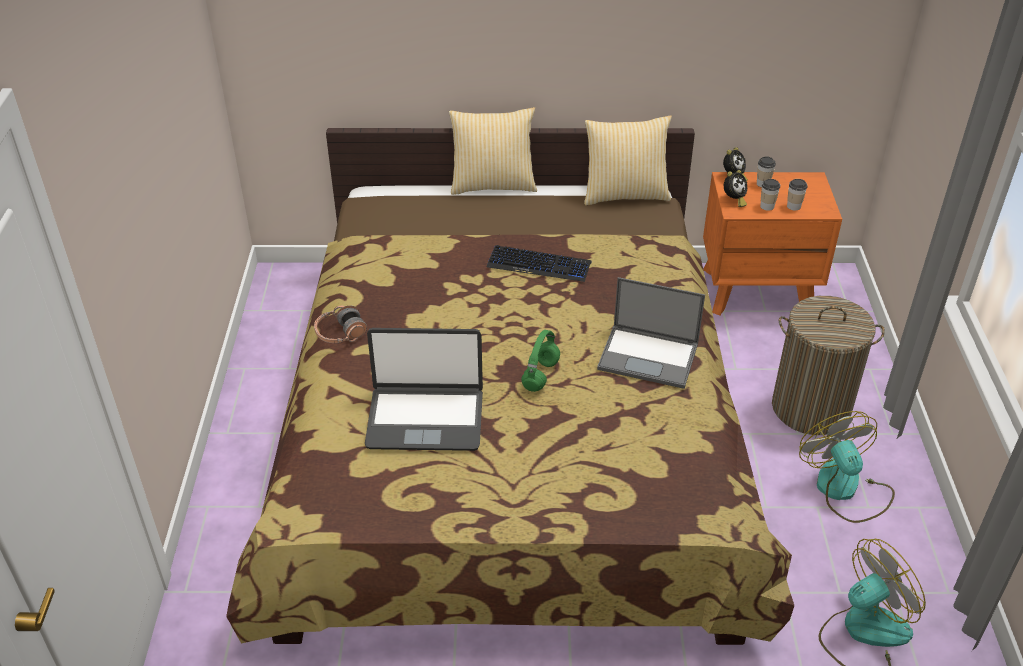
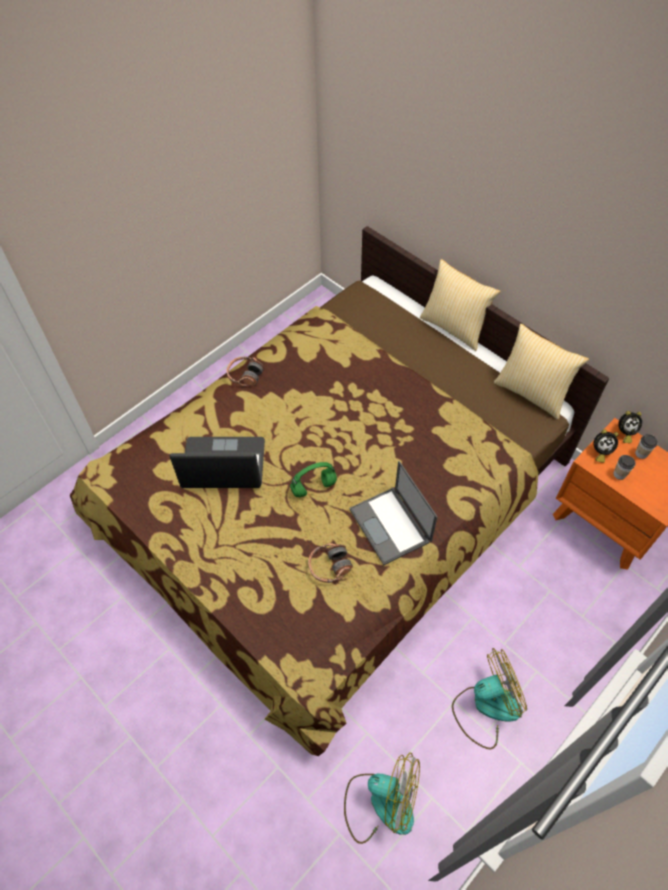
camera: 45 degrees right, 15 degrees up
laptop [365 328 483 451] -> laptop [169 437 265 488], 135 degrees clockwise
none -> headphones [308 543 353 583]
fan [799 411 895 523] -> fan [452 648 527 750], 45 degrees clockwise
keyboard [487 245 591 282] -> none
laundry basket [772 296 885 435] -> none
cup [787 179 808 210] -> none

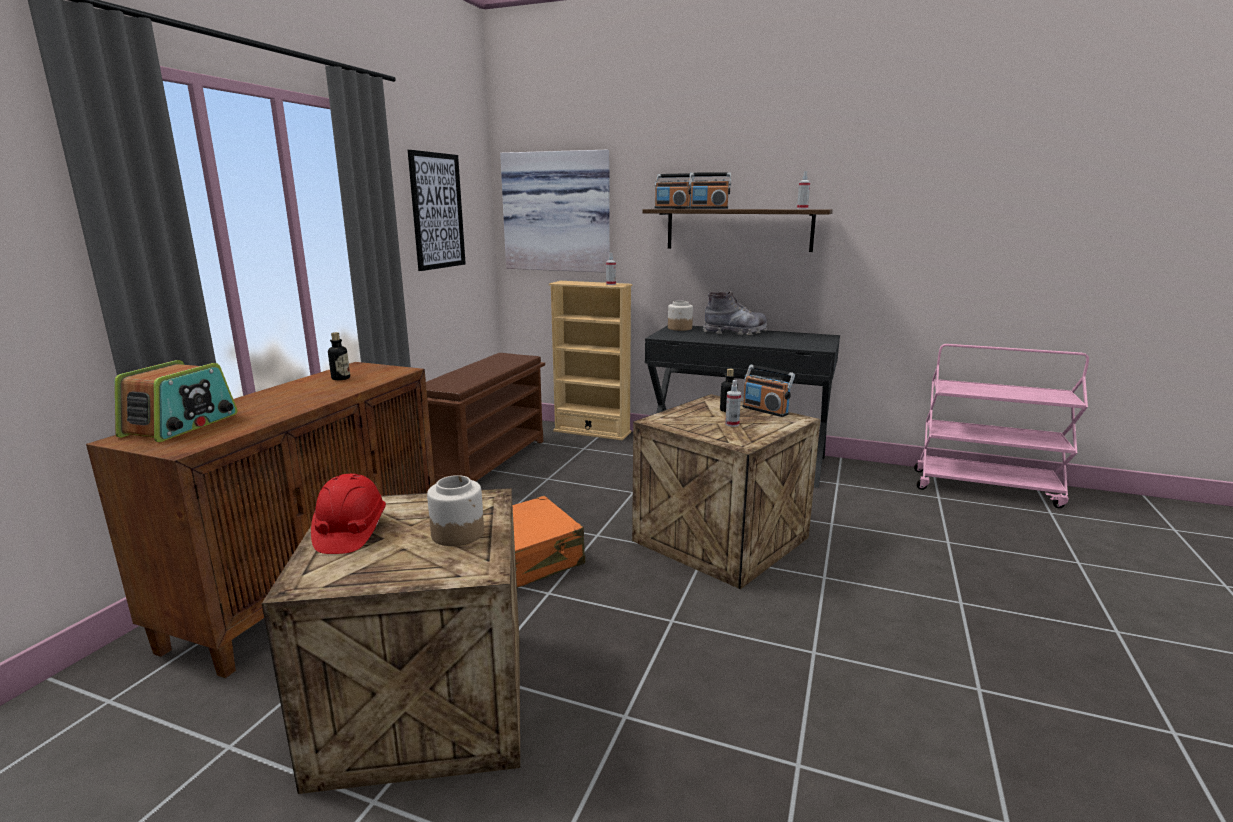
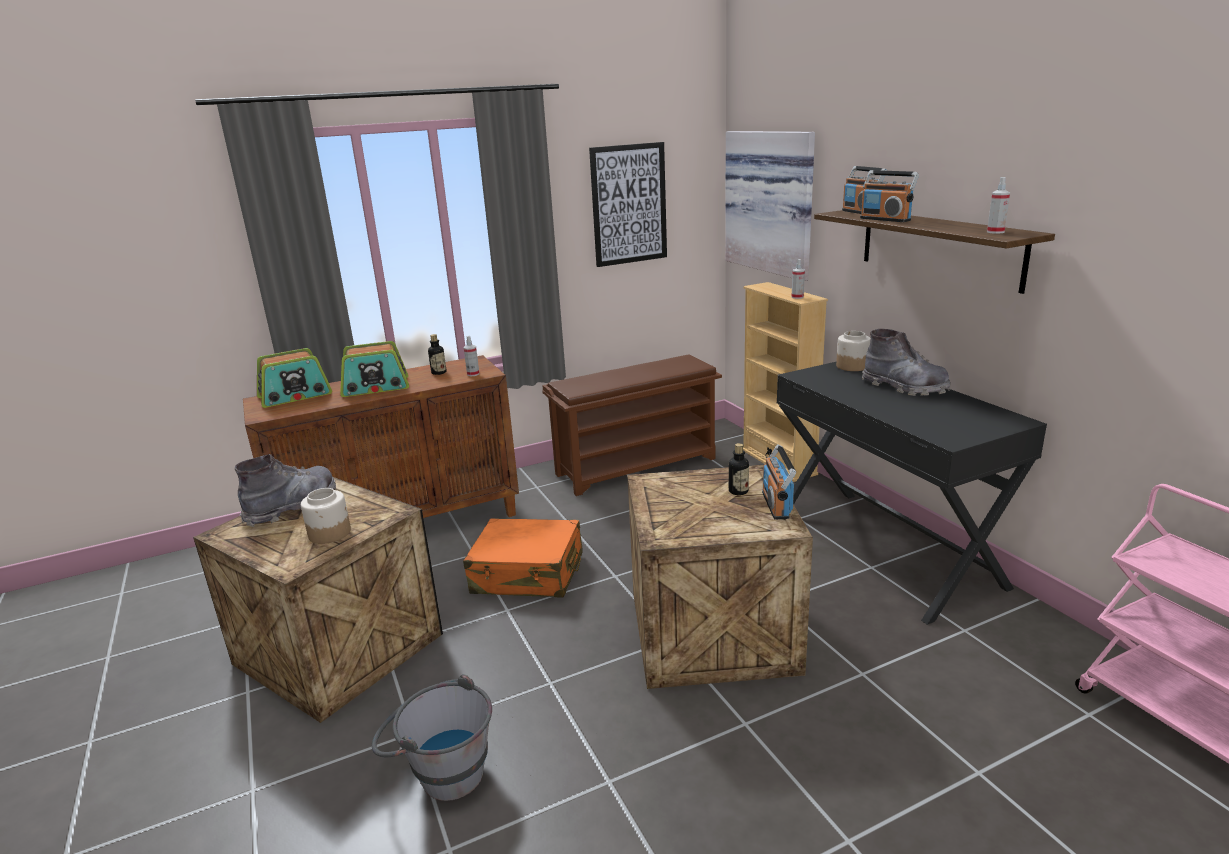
camera: 45 degrees right, 5 degrees up
red hard hat [311 474 386 554] -> grey boot [235 454 336 527]
none -> radio [340 341 409 397]
none -> grey bucket [372 674 492 801]
spray bottle [725 380 741 427] -> spray bottle [463 336 480 376], shifted

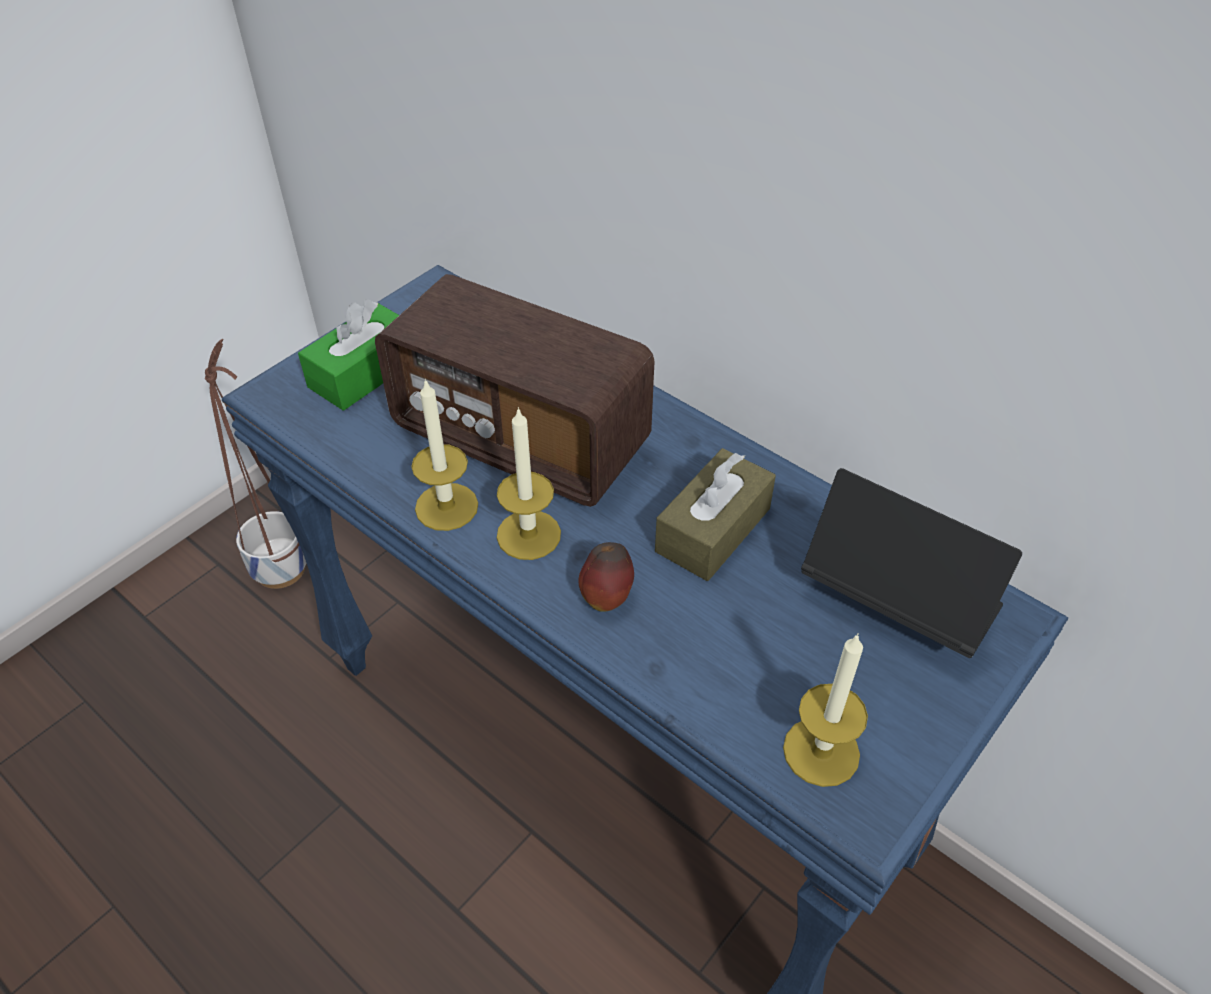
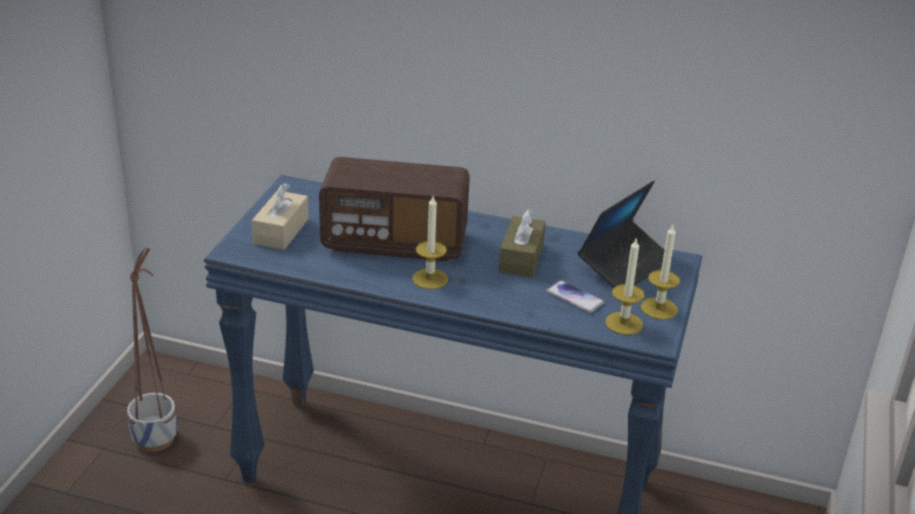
camera: 25 degrees left, 15 degrees down
green tissue box [298 299 399 411] -> beige tissue box [252 183 309 250]
none -> phone [546 280 604 313]
laptop [801 468 1022 658] -> laptop [578 181 673 288], 120 degrees clockwise
candle [411 379 478 531] -> candle [641 225 680 320], shifted
apple [578 542 634 612] -> none

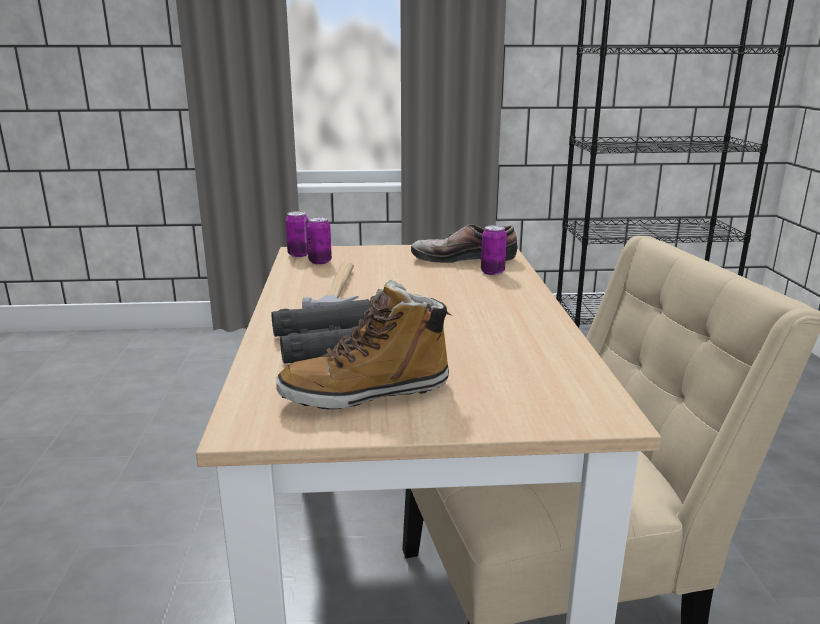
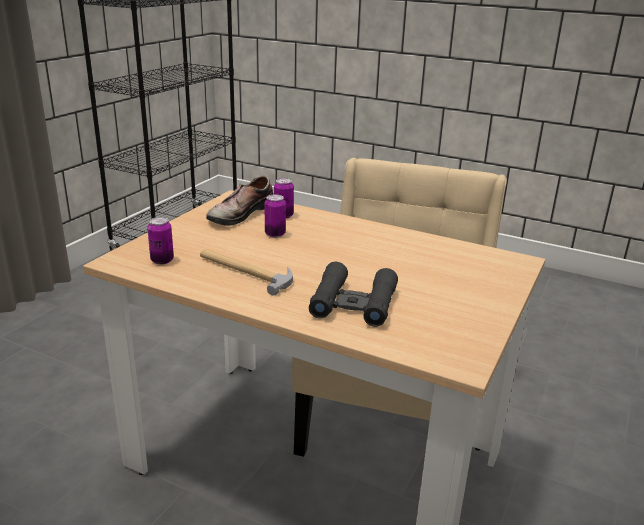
camera: 60 degrees left, 5 degrees up
can [285 211 308 257] -> can [264 195 286 238], shifted
boot [276 280 452 410] -> none

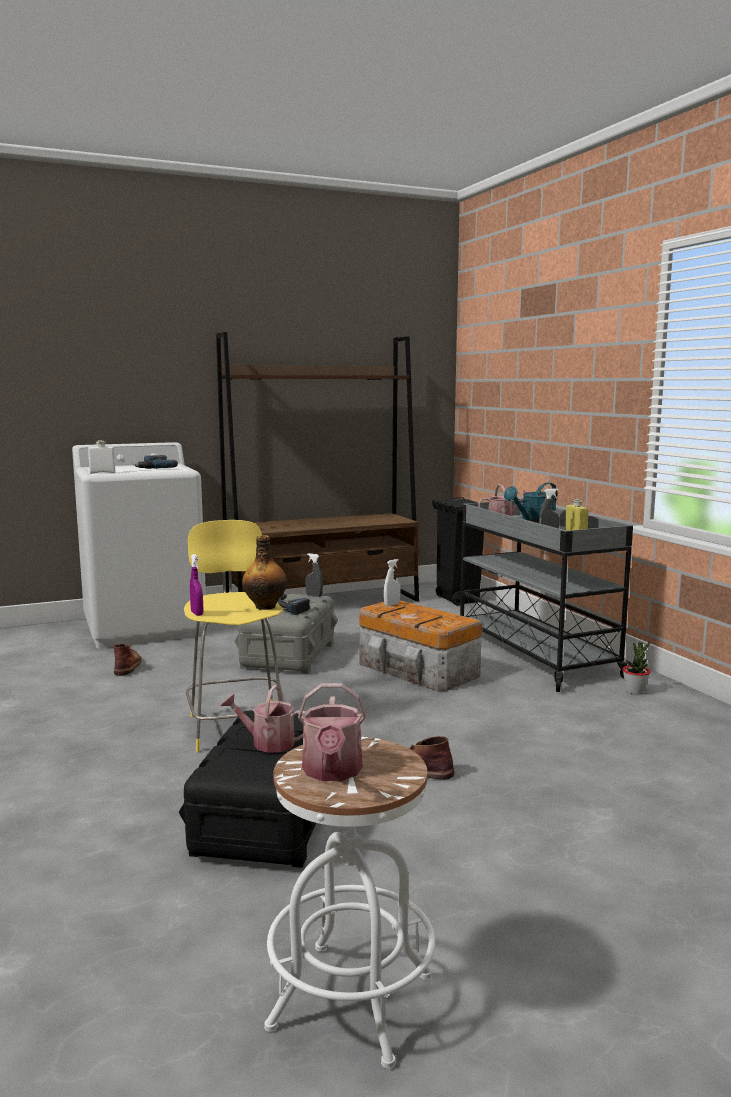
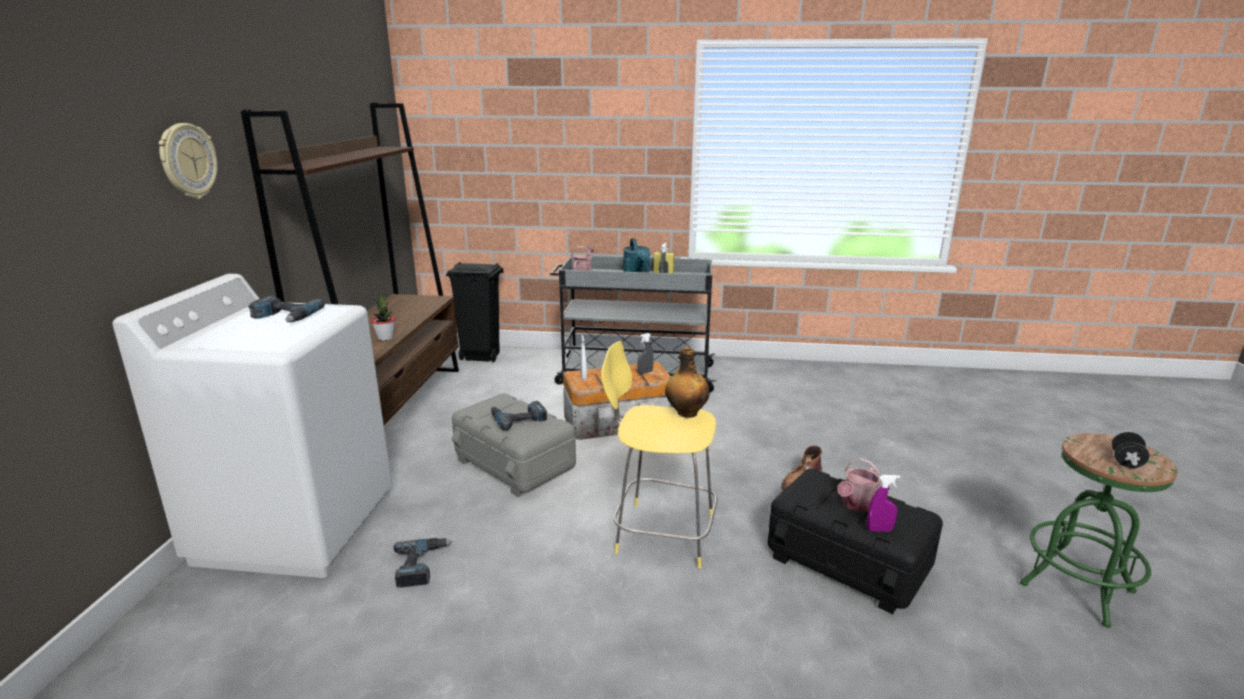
camera: 60 degrees left, 10 degrees up
none -> wall clock [159 123 217 199]
potted plant [623 642 650 695] -> potted plant [371 292 395 341], shifted
brown boot [113 643 142 676] -> power drill [393 538 453 587]
grey spray bottle [305 553 323 597] -> grey spray bottle [638 333 654 374], shifted
purple spray bottle [190 554 203 616] -> purple spray bottle [867 475 900 532], shifted
white stool [264 737 435 1069] -> green stool [1020 433 1178 628]
watering can [298 683 366 781] -> black dumbbell [1112 432 1149 468]
white bottle [88 440 115 474] -> none

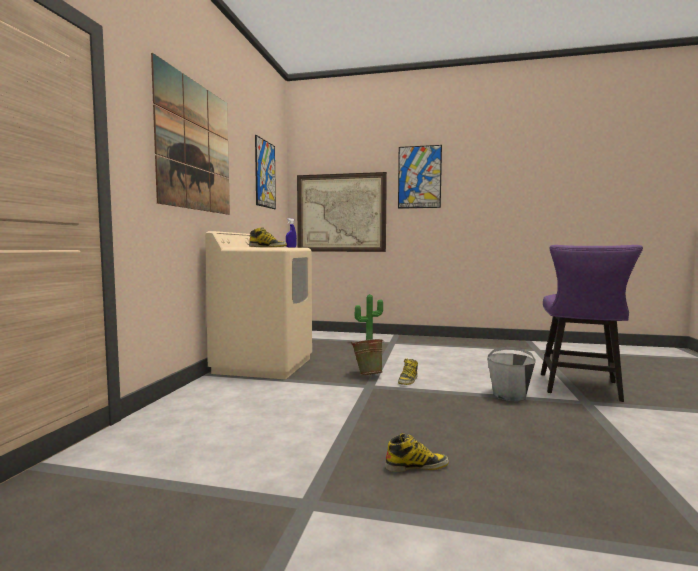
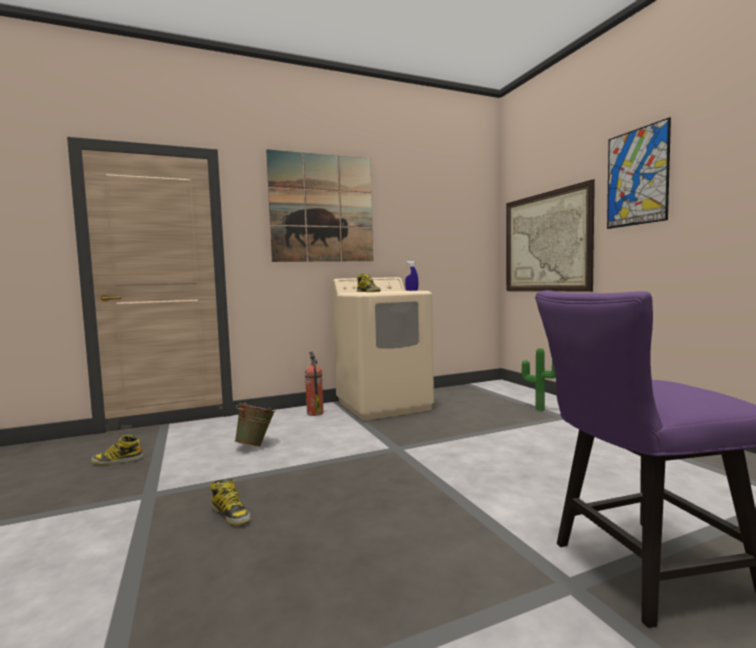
camera: 55 degrees right, 0 degrees up
boot [398 359 418 385] -> boot [91 435 143 465], shifted
green bucket [351 339 383 375] -> green bucket [235 402 276 447], shifted
none -> fire extinguisher [305 351 324 416]
picture [255 135 276 209] -> none
grey bucket [487 347 536 401] -> none

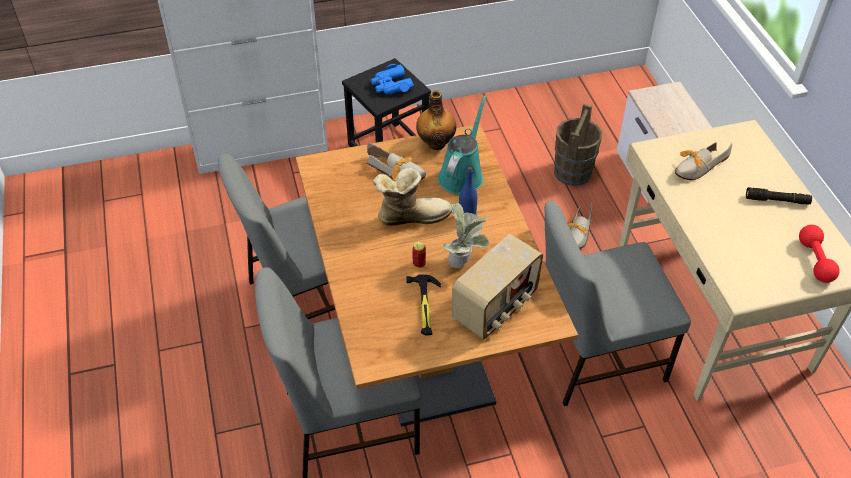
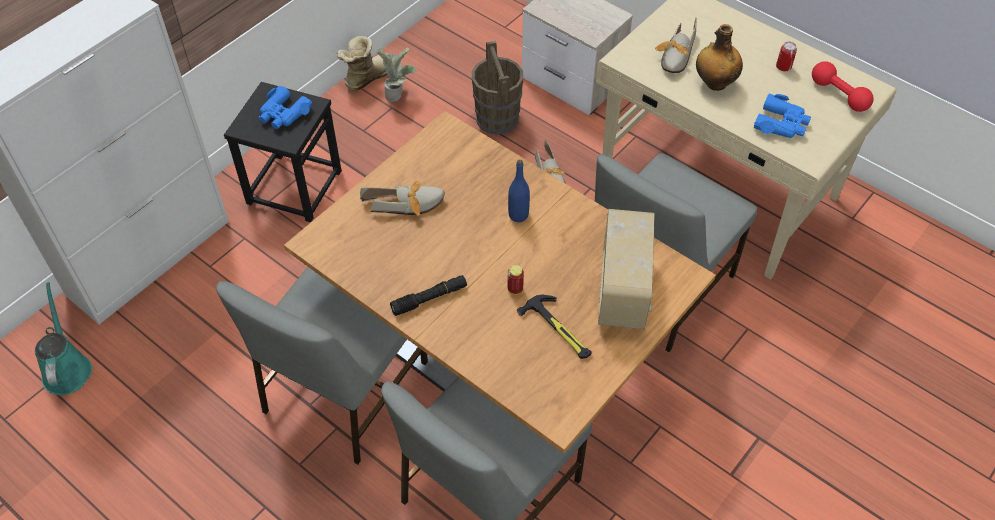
camera: 35 degrees left, 5 degrees up
turquoise watering can [438 95 487 195] -> turquoise watering can [35 282 92 395], shifted
boot [373 168 452 226] -> boot [337 36 388 91], shifted
potted plant [442 203 490 268] -> potted plant [376 47 417 102], shifted
black flashlight [746 187 812 205] -> black flashlight [390 275 467 316], shifted
bottle [416 90 456 150] -> bottle [696 24 743 91], shifted
none -> blue binoculars [754 93 811 138]
none -> can [776 41 797 71]

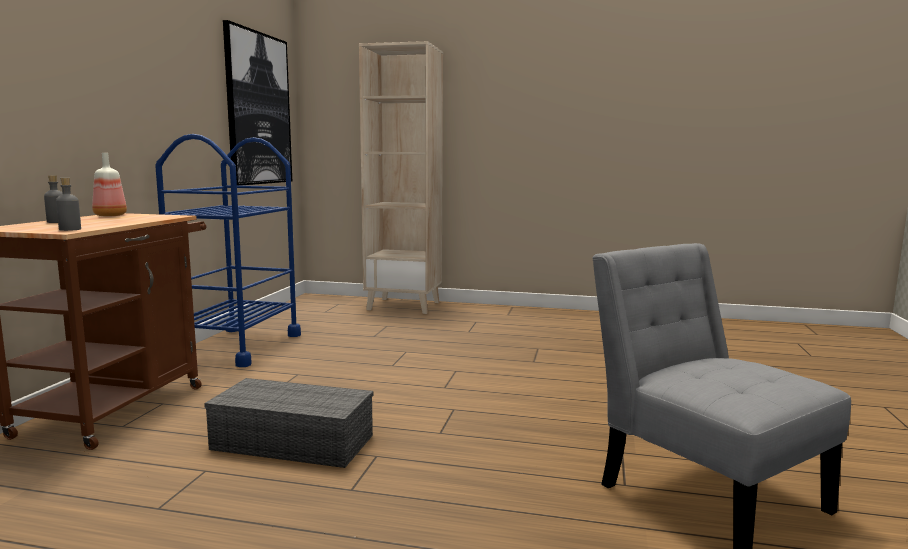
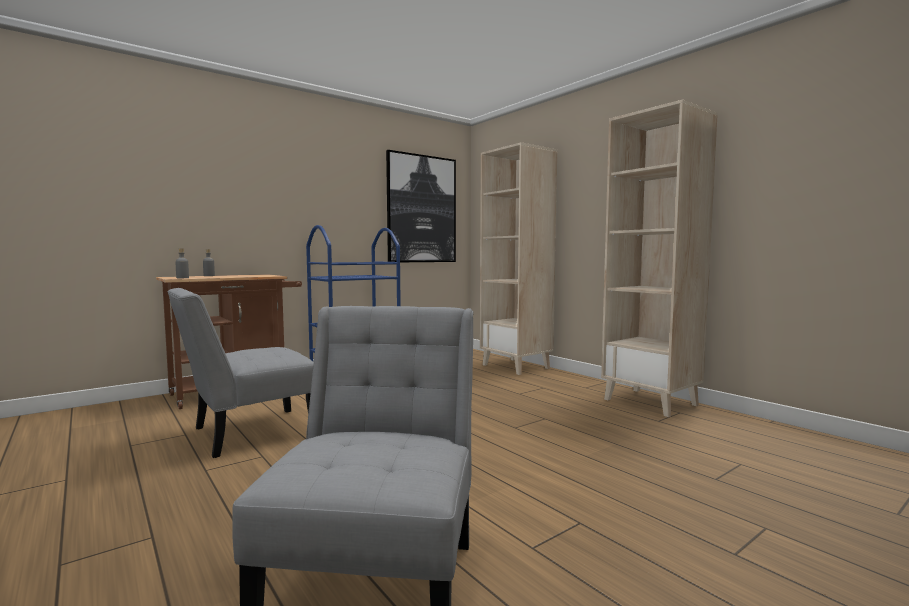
camera: 40 degrees right, 5 degrees down
grey storage box [204 378 373 468] -> grey chair [168 288 314 458]
none -> beige bookcase [601 99 718 417]
bottle [92 153 127 216] -> none

